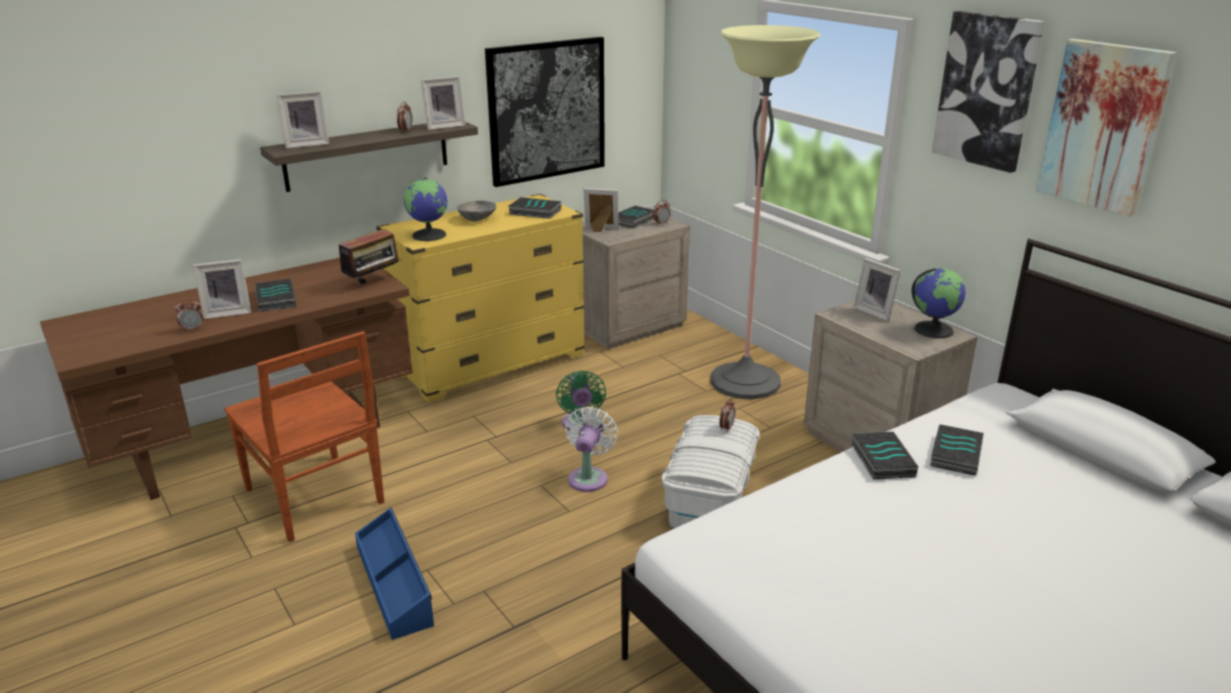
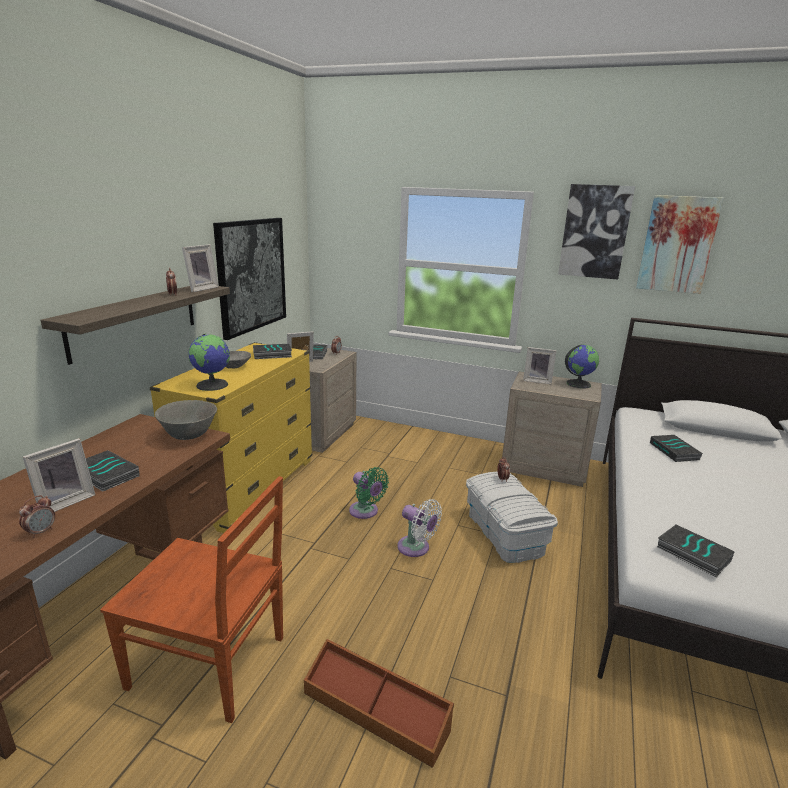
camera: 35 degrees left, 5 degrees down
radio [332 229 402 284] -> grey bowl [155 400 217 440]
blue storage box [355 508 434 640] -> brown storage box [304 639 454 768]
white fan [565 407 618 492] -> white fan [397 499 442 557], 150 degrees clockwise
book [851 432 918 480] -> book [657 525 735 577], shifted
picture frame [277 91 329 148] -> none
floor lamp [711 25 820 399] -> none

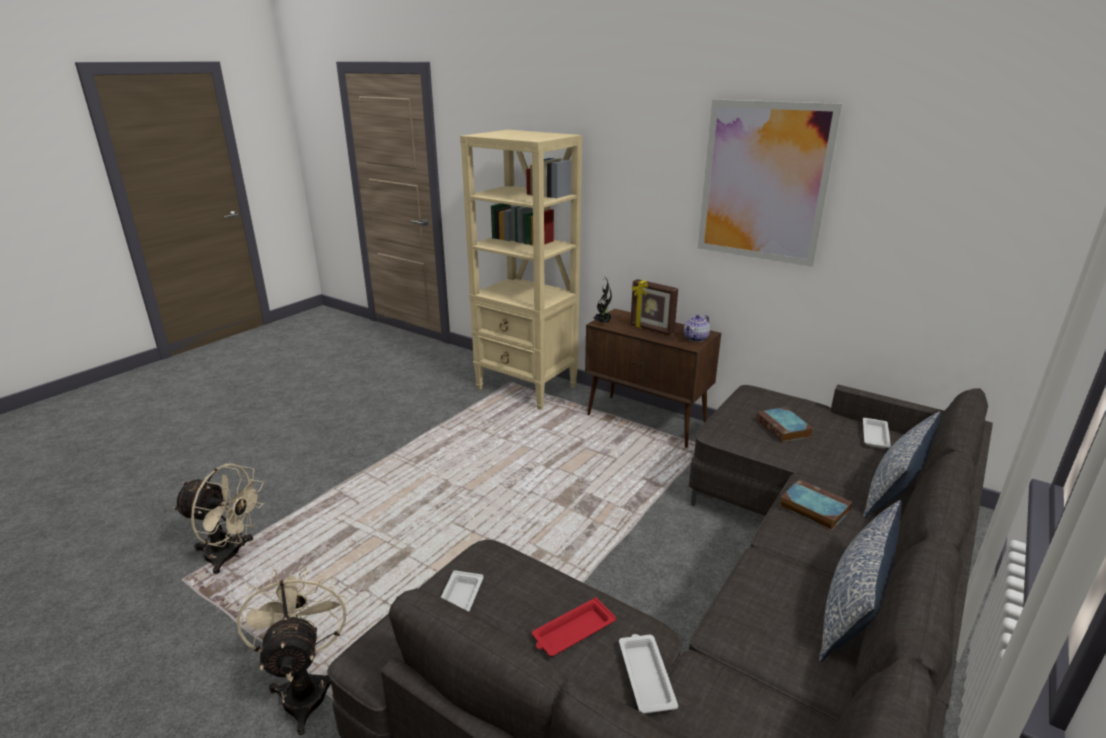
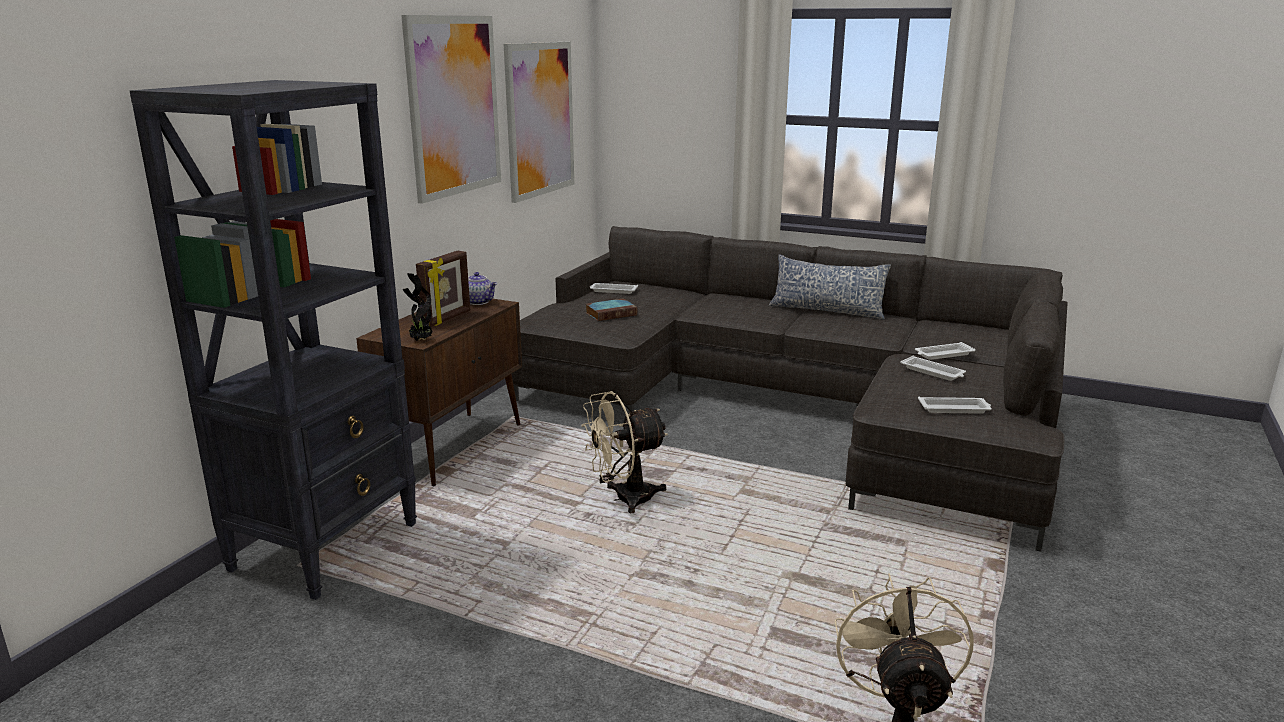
camera: 100 degrees left, 5 degrees down
beige bookcase [460 130 582 410] -> black bookcase [130 80 417 600]
none -> picture [504 42 574 203]
beige fan [237 566 346 735] -> beige fan [581 391 668 513], shifted
red tray [532 597 616 656] -> white tray [900 356 966 381]
book [779 479 852 531] -> none
pillow [863 411 941 518] -> none

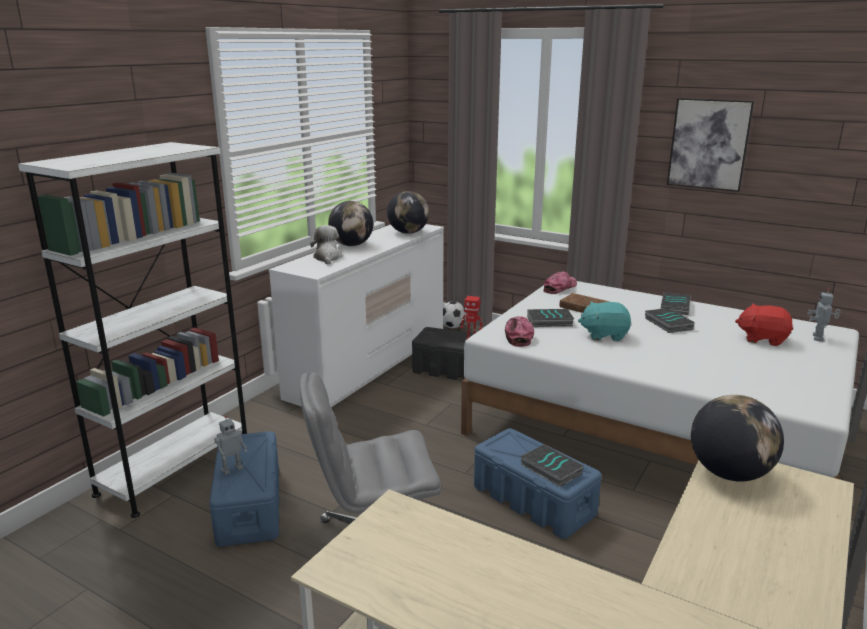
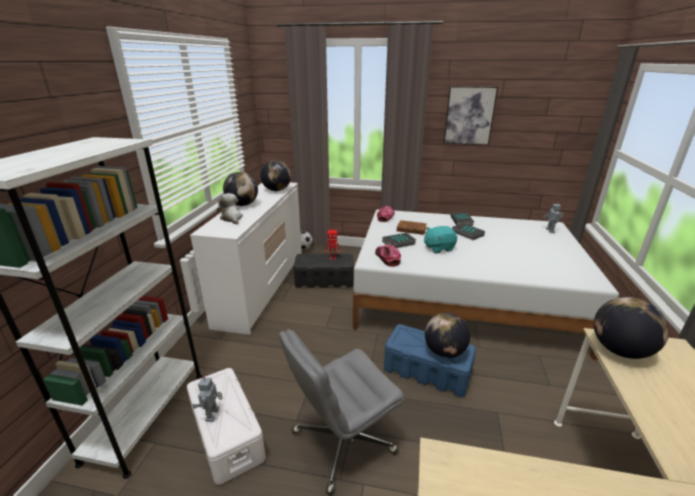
camera: 20 degrees left, 5 degrees up
blue storage box [209 431 279 547] -> white storage box [187 368 266 485]
toy robot [214 416 247 475] -> toy robot [192 376 223 422], 150 degrees clockwise
book [521 444 583 487] -> globe [425 313 470 358]
red plush toy [735 303 793 346] -> none

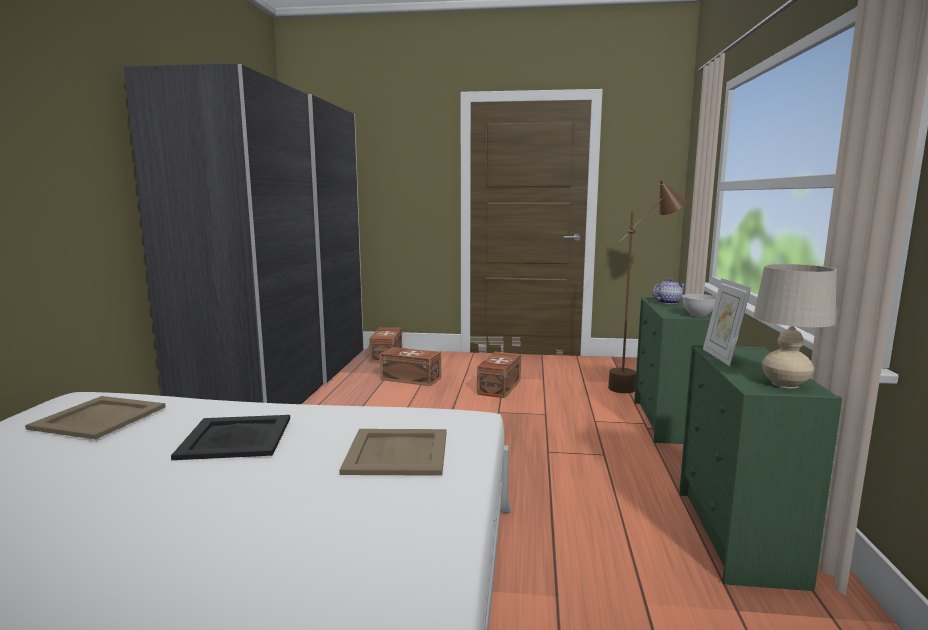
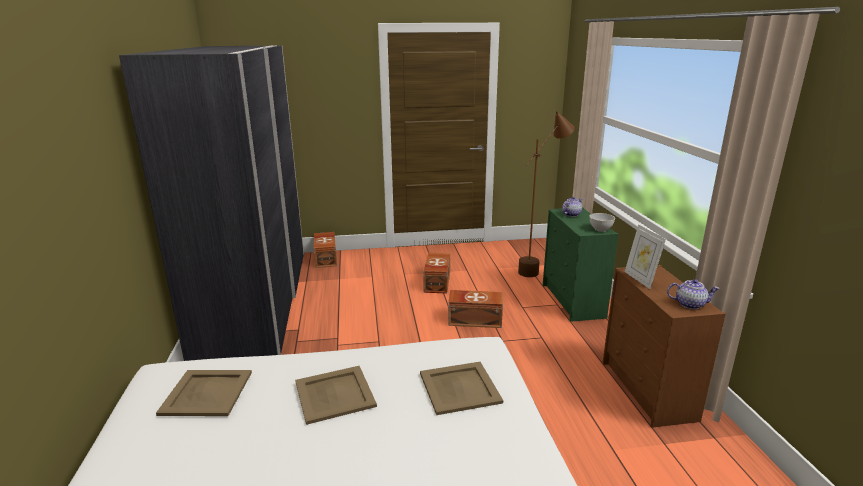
camera: 15 degrees left, 10 degrees up
black tray [171 415 290 460] -> beige tray [295 366 377 425]
brown storage box [380 347 441 386] -> brown storage box [448 290 503 328], shifted
green dresser [679 345 842 591] -> brown dresser [602 265 726 428]
beige table lamp [754 264 837 388] -> teapot [667 279 720 309]

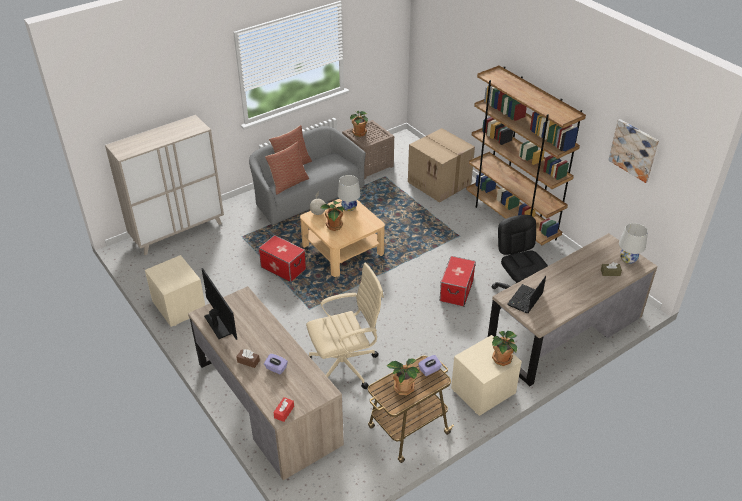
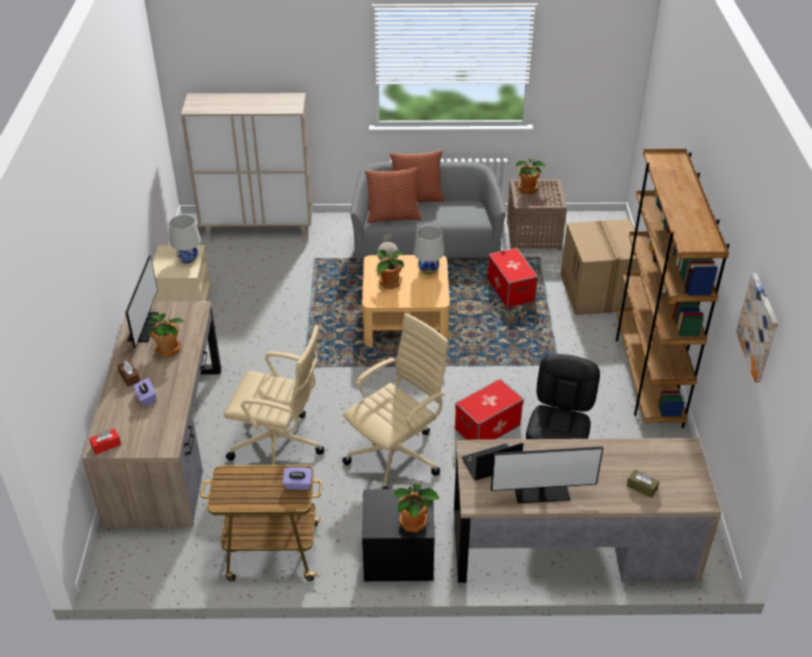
camera: 35 degrees right, 0 degrees up
potted plant [387 358 420 396] -> potted plant [148 313 185 357], shifted
white table lamp [619 223 648 264] -> white table lamp [169 214 201 263], shifted
none -> beige office chair [342 313 449 489]
beige nightstand [451 335 522 416] -> black nightstand [362 489 435 581]
storage box [258 235 306 282] -> storage box [488 248 538 308], shifted
none -> monitor [491 446 603 504]

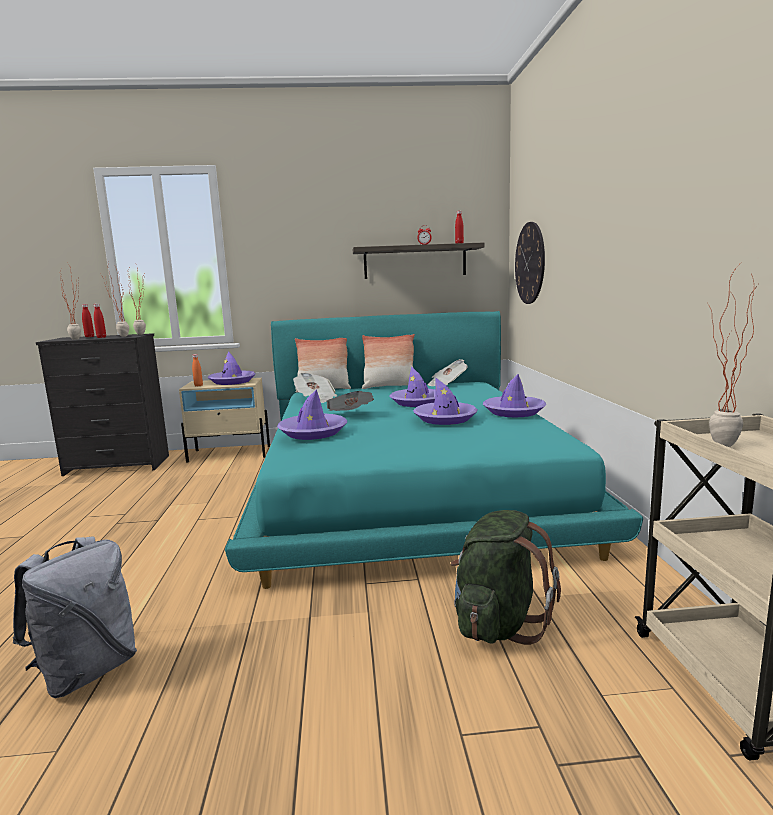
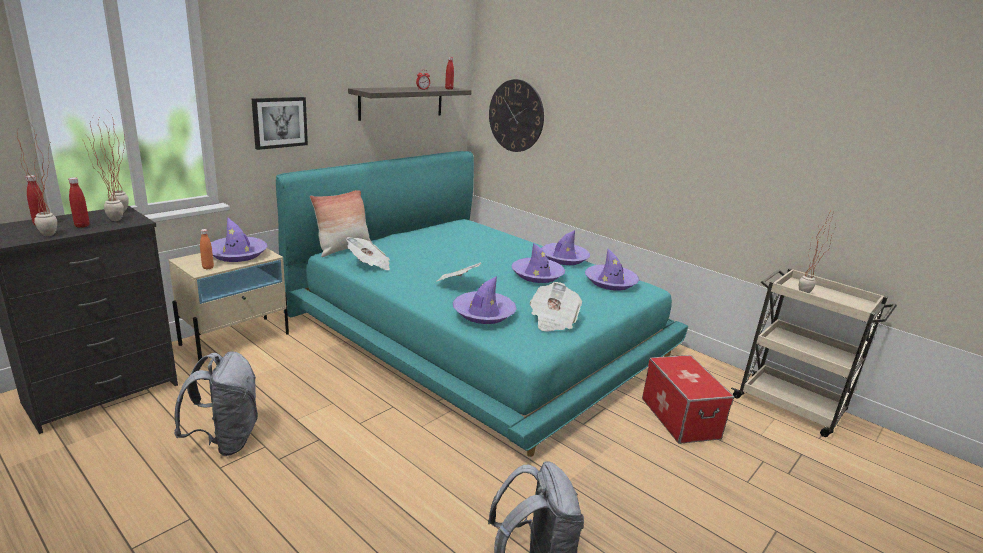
camera: 45 degrees left, 10 degrees up
none -> grey backpack [174 351 258 456]
none -> picture [252 97 308 150]
newspaper [428 359 468 386] -> newspaper [530 282 582 331], shifted
purple hat [390 366 435 407] -> purple hat [585 249 639 291], shifted
green backpack [451 510 561 645] -> storage box [642 355 734 444]
pillow [362 334 415 389] -> none

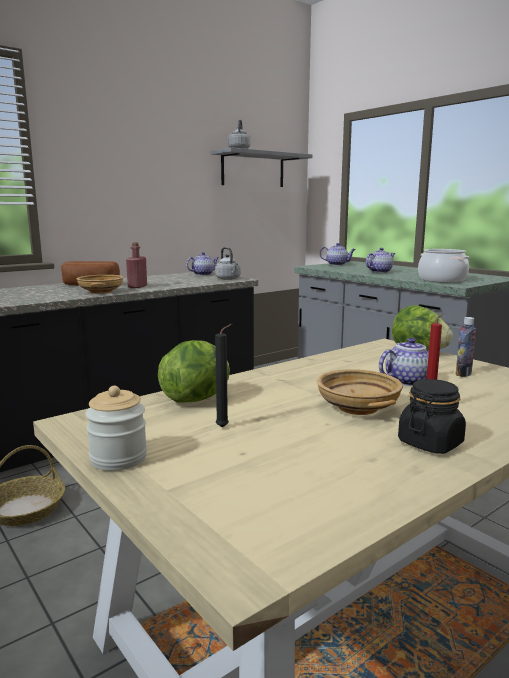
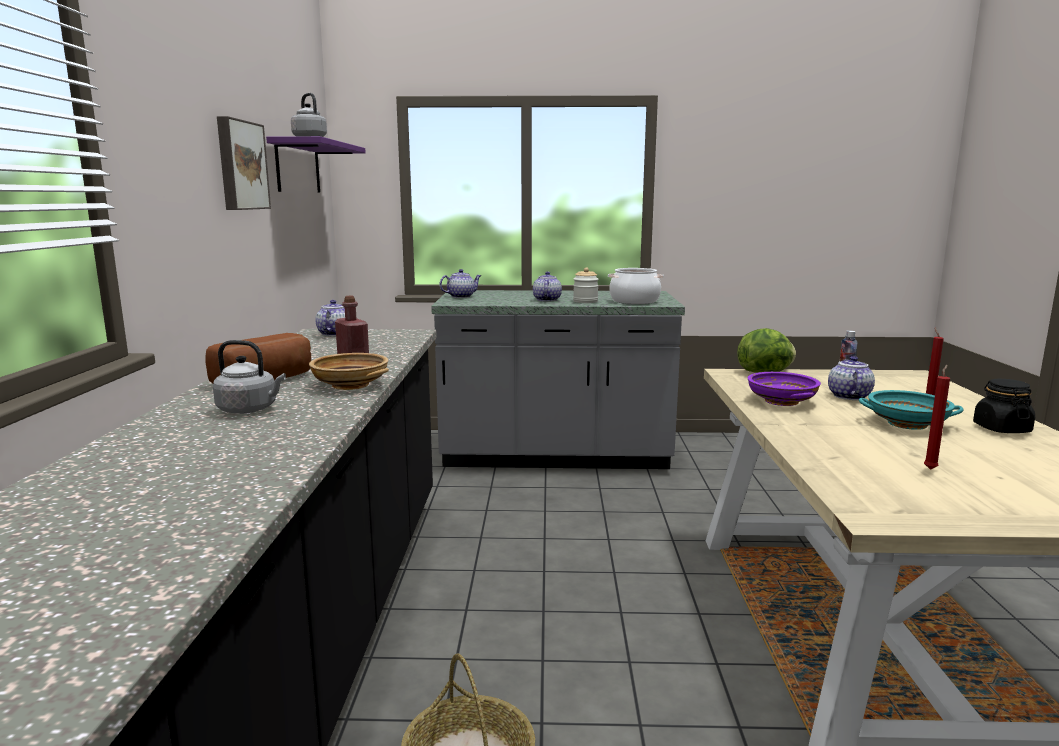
camera: 50 degrees left, 0 degrees up
grey kettle [215 247 241 280] -> grey kettle [213 340 286 414], shifted
none -> picture [217 116 271 210]
grey shelf [211 147 313 187] -> purple shelf [266 136 366 193]
jar [85 386 147 471] -> jar [573 267 599 303], shifted
none -> purple bowl [748 372 821 406]
beige bowl [316 369 403 415] -> turquoise bowl [859 390 963 430]
black candle [215 324 232 428] -> red candle [924 365 950 470]
lettuce [158 340 230 403] -> none

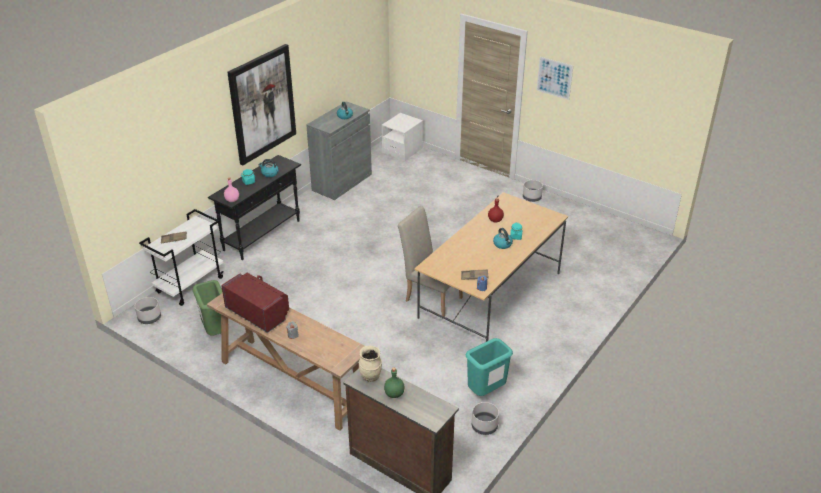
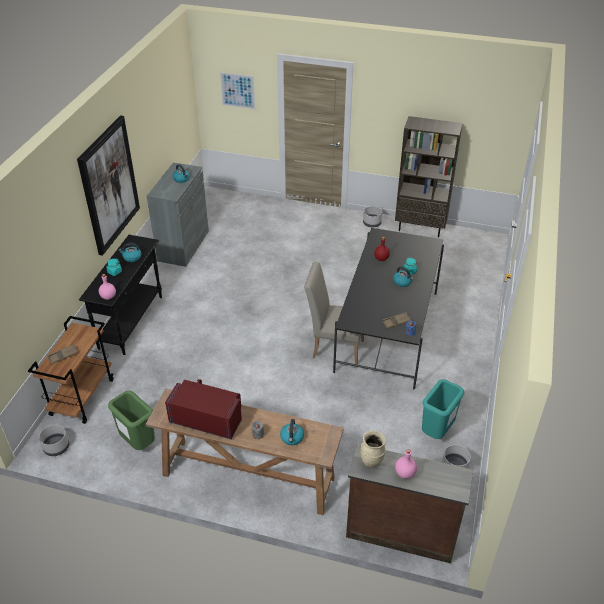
camera: 20 degrees left, 5 degrees up
white cart [139 209 224 306] -> brown cart [28 316 114 424]
picture [537 57 573 100] -> picture [220 72 255 109], shifted
none -> kettle [280 419 304 445]
beige dining table [414 192 568 342] -> black dining table [333 228 444 390]
none -> brown bookcase [395 116 463 237]
green bottle [384 367 405 398] -> pink bottle [395 449 417 479]
white nightstand [382 113 423 161] -> none

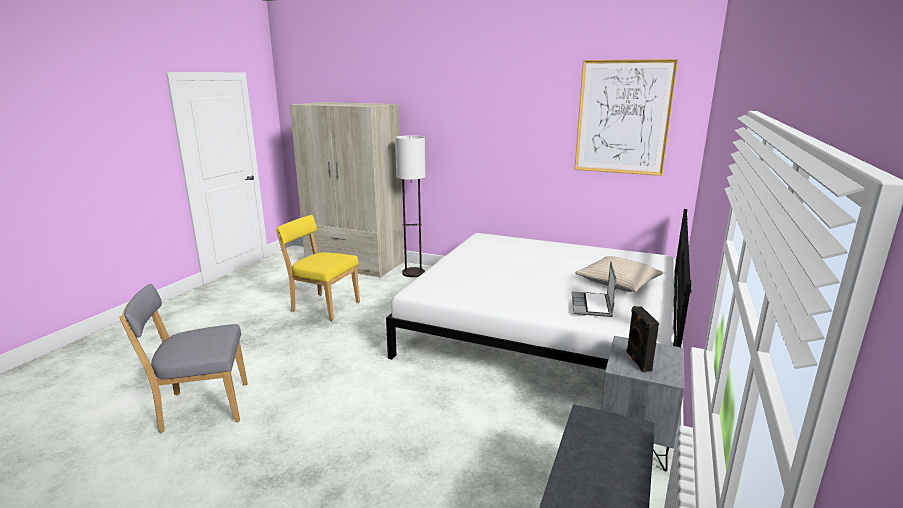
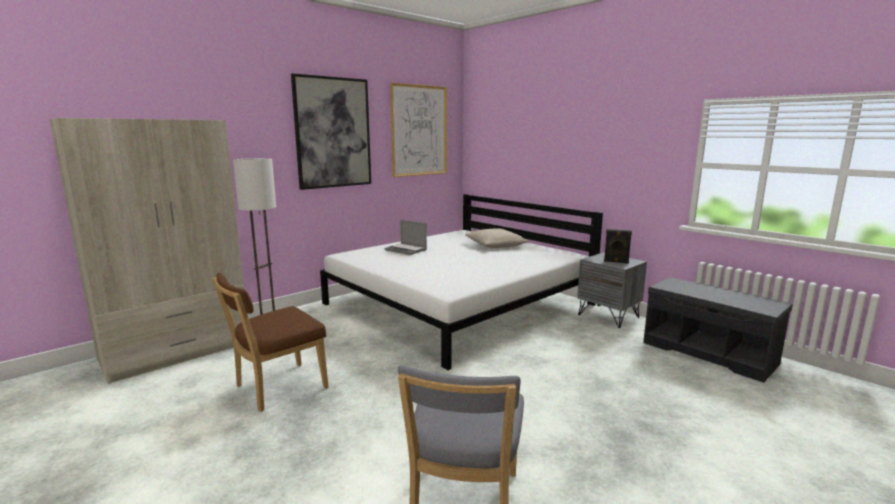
camera: 65 degrees left, 5 degrees down
yellow chair [276 215 360 321] -> brown chair [212 273 329 412]
none -> picture [291 73 371 190]
laptop [572 261 617 317] -> laptop [385 220 427 255], shifted

